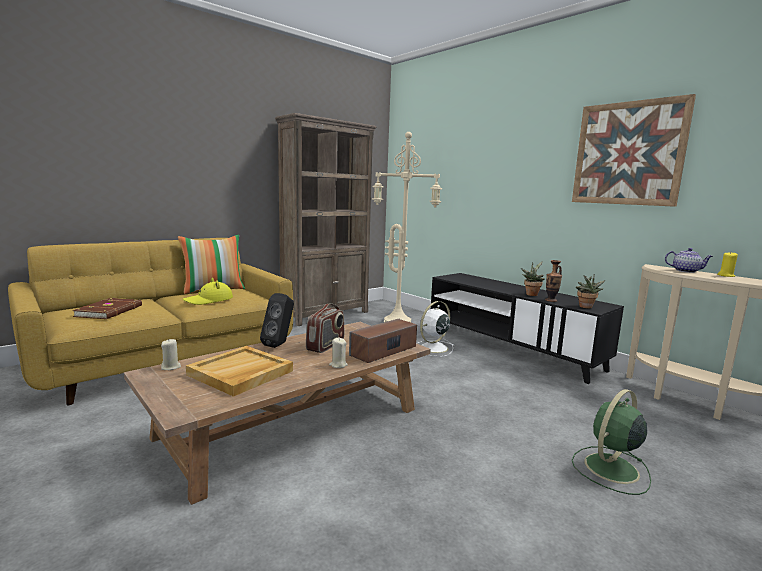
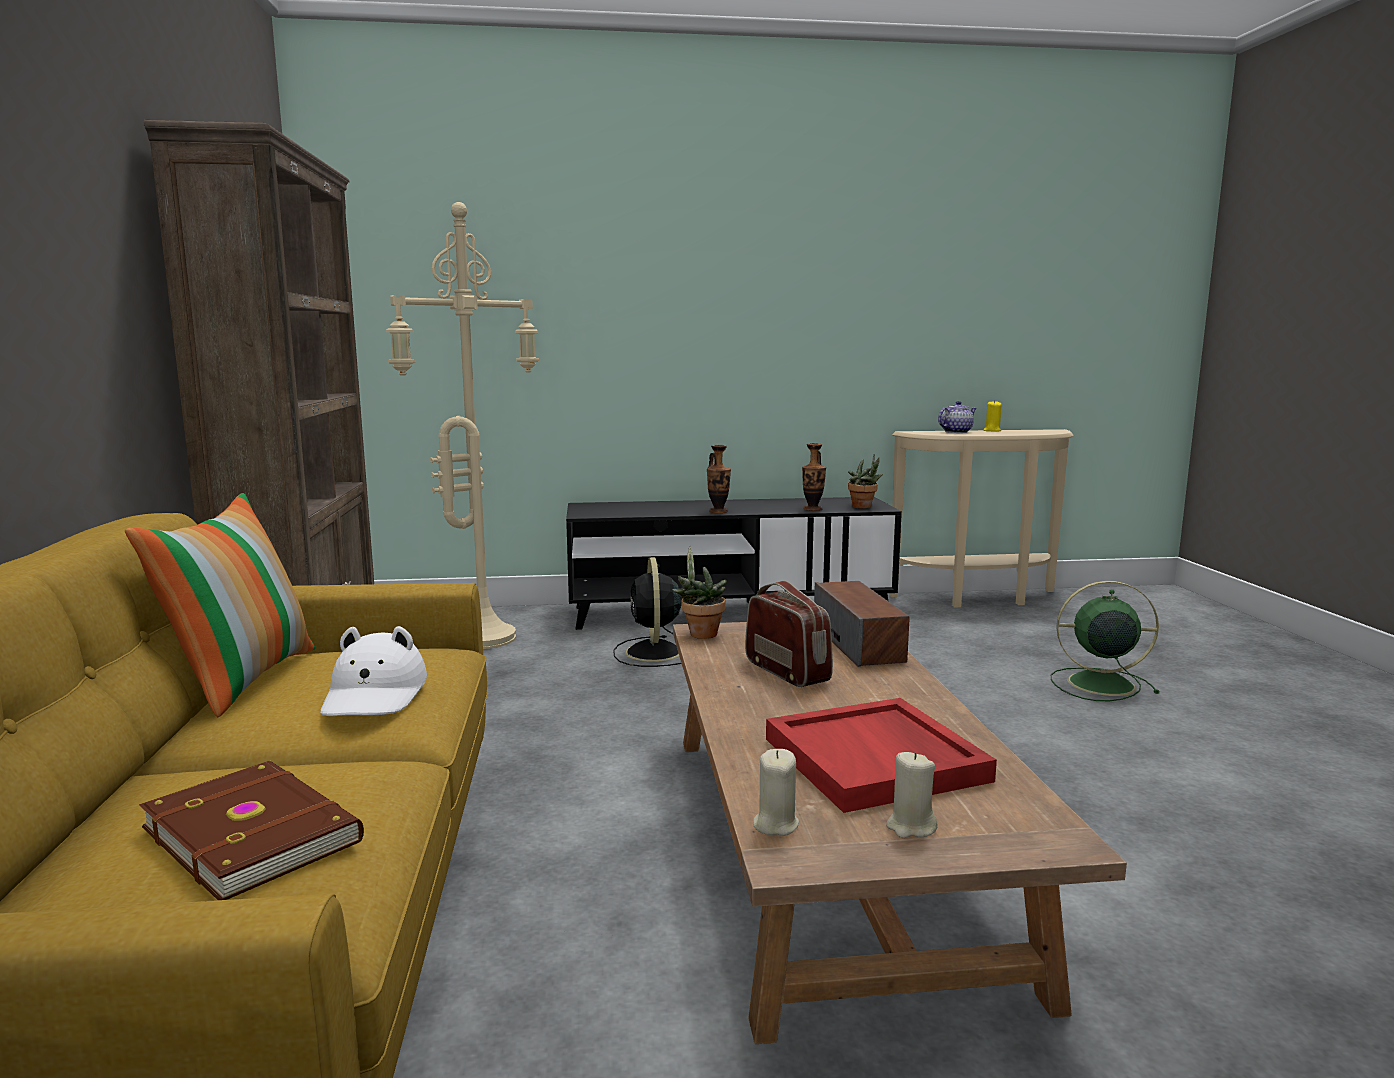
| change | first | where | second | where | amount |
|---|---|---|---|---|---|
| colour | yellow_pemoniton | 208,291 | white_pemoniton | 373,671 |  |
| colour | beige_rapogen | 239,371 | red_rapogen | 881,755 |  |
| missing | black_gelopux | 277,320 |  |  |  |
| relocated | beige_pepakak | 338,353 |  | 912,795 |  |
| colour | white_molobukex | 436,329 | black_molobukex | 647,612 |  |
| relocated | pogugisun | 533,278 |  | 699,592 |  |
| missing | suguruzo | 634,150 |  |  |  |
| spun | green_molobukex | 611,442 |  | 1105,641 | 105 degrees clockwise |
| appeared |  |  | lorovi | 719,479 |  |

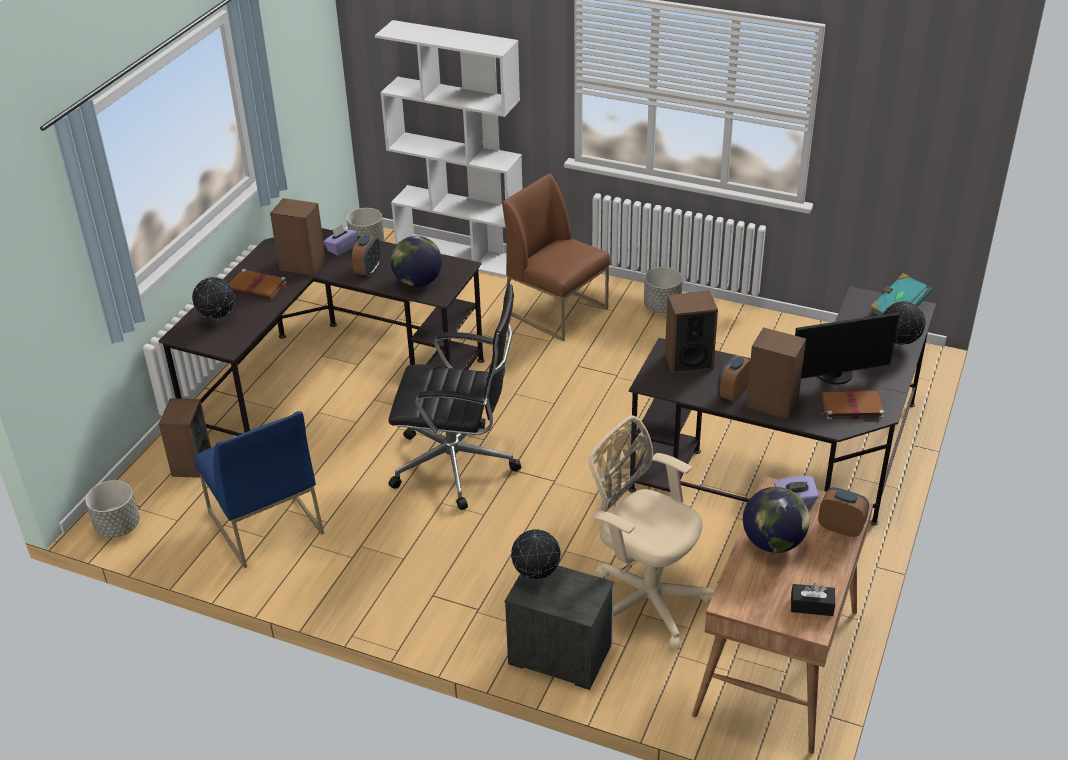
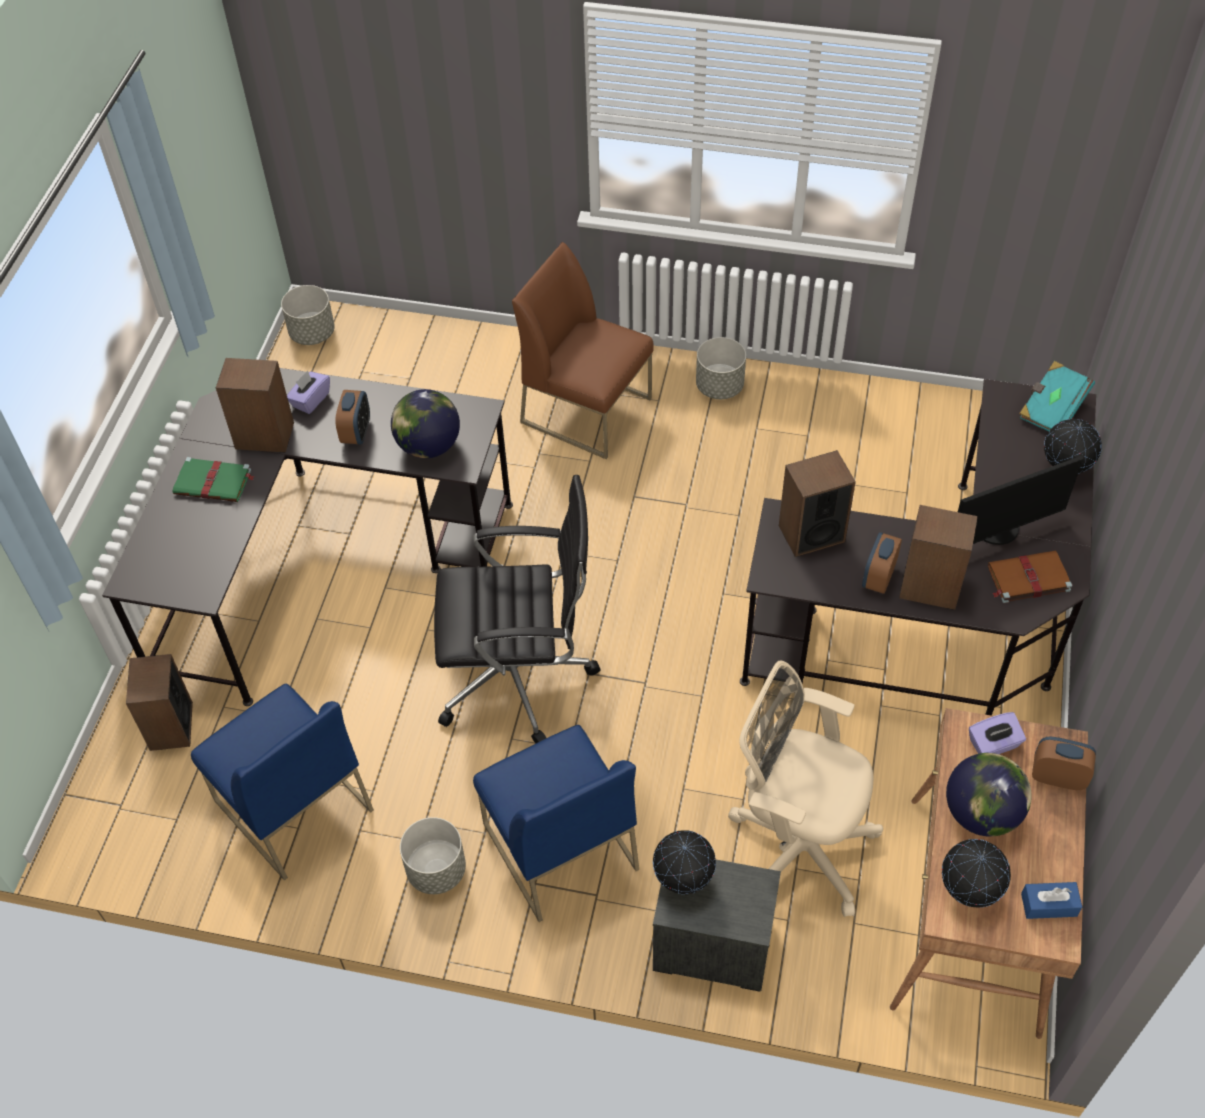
| change | first | where | second | where | amount |
|---|---|---|---|---|---|
| relocated | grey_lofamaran | 113,509 |  | 433,855 |  |
| relocated | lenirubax | 213,298 |  | 976,873 |  |
| colour | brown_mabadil | 258,284 | green_mabadil | 213,479 |  |
| missing | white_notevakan | 449,148 |  |  |  |
| colour | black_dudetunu | 813,599 | blue_dudetunu | 1051,900 |  |
| appeared |  |  | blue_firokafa | 556,823 |  |

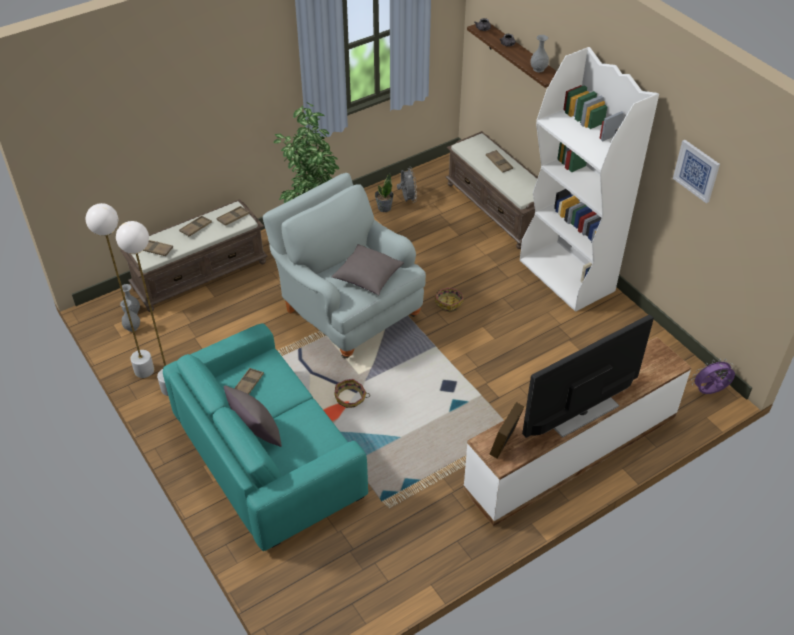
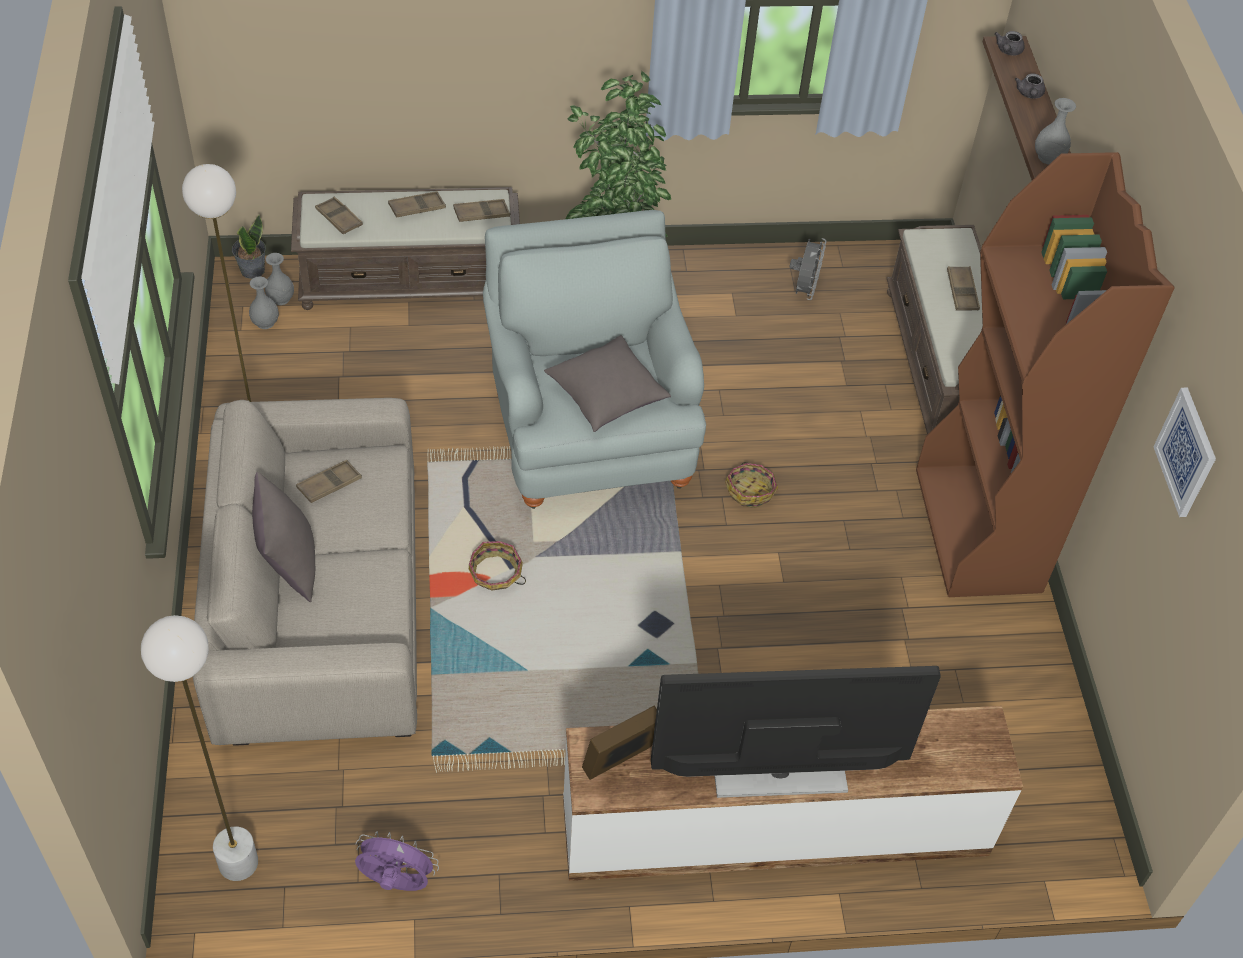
| change | first | where | second | where | amount |
|---|---|---|---|---|---|
| relocated | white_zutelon | 119,290 |  | 199,748 |  |
| colour | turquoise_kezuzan | 265,437 | beige_kezuzan | 305,572 |  |
| relocated | pogugisun | 384,192 |  | 249,246 |  |
| colour | white_notevakan | 589,179 | brown_notevakan | 1045,374 |  |
| relocated | purple_molobukex | 713,376 |  | 397,861 |  |

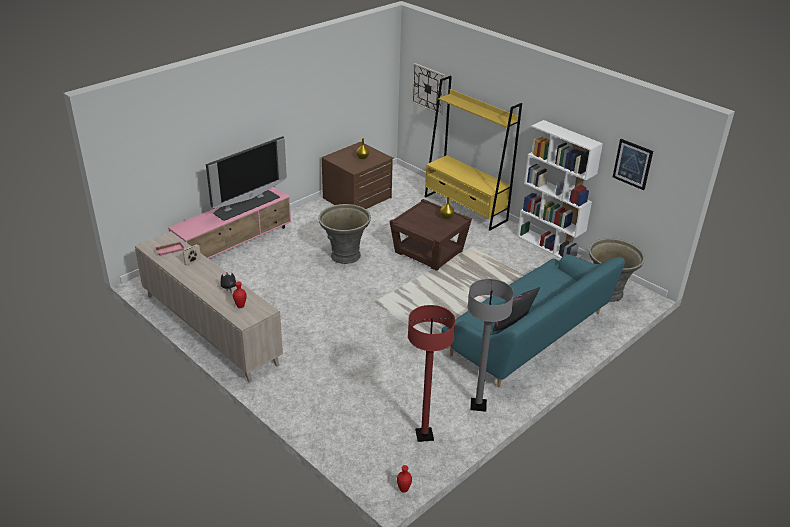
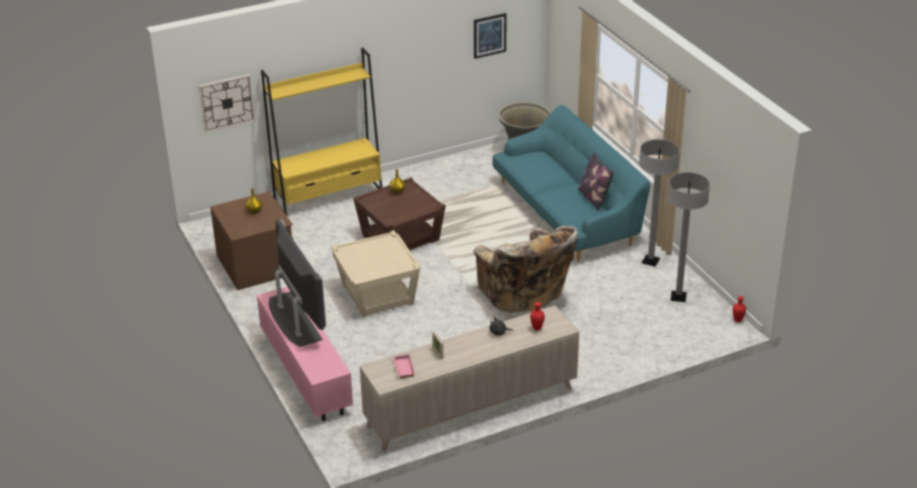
| change | first | where | second | where | amount |
|---|---|---|---|---|---|
| exchanged | grey_lofamaran | 344,234 | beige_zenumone | 375,274 |  |
| colour | red_zutelon | 432,373 | grey_zutelon | 689,237 |  |
| missing | white_notevakan | 560,189 |  |  |  |
| appeared |  |  | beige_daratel | 526,269 |  |

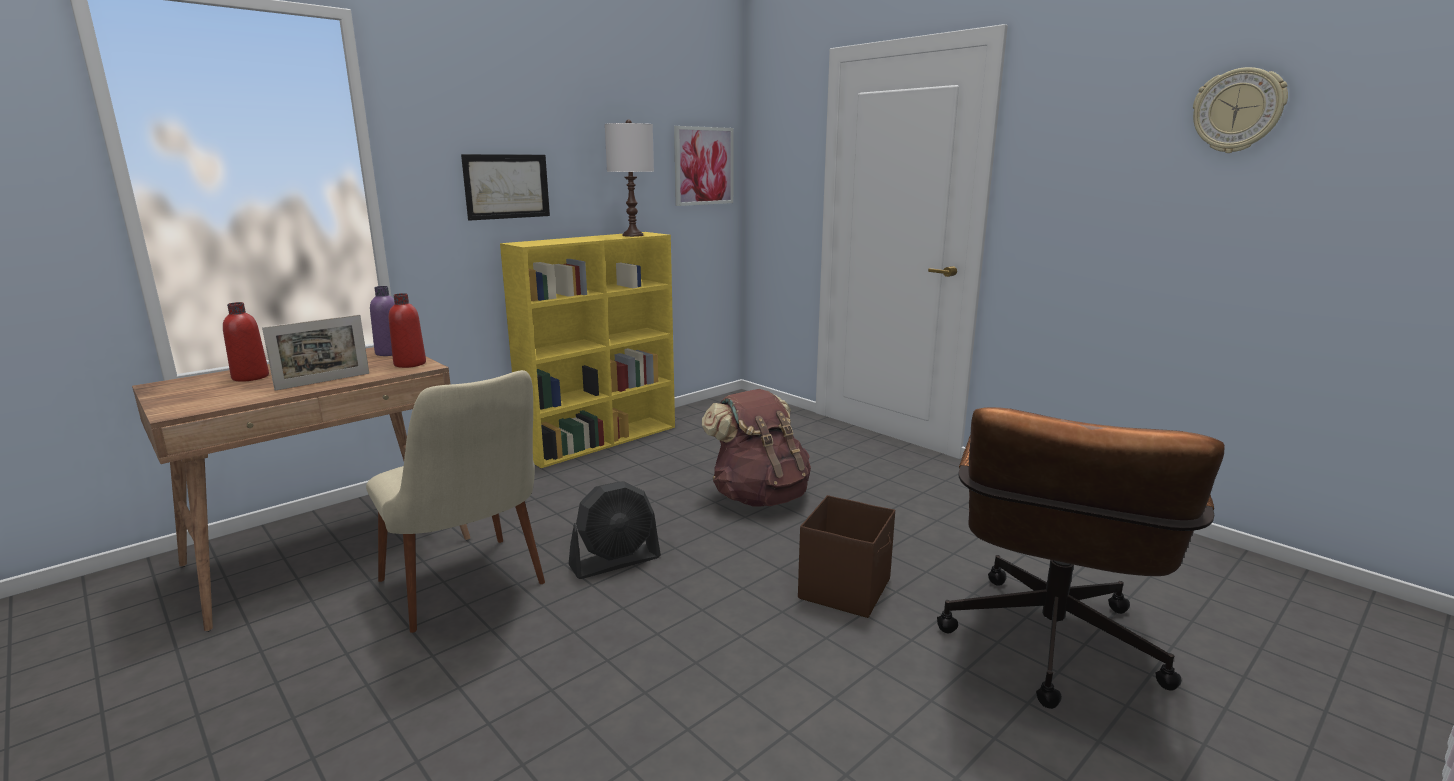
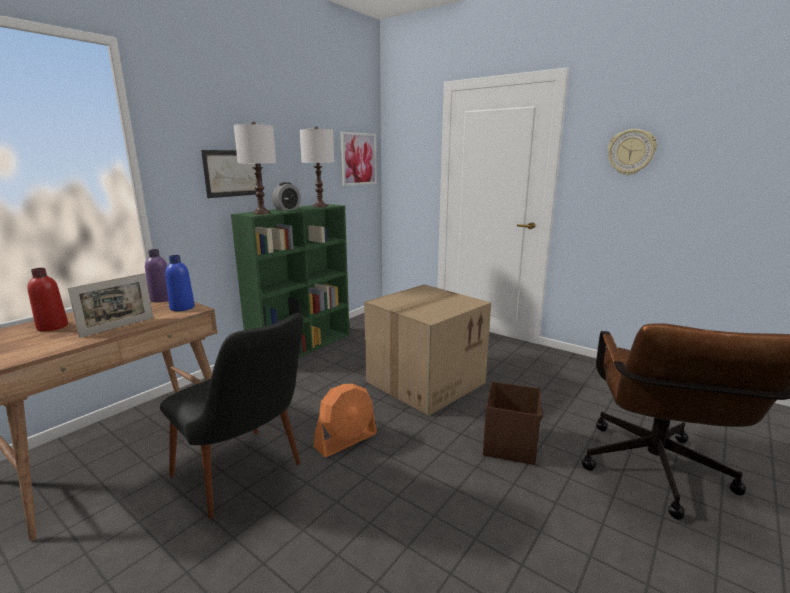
| change | first | where | second | where | amount |
|---|---|---|---|---|---|
| colour | beige_firokafa | 455,501 | black_firokafa | 231,416 |  |
| colour | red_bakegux | 407,330 | blue_bakegux | 180,283 |  |
| colour | yellow_notevakan | 587,350 | green_notevakan | 290,281 |  |
| colour | black_molobukex | 615,530 | orange_molobukex | 345,420 |  |
| exchanged | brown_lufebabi | 756,448 | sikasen | 427,350 |  |
| relocated | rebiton | 1240,110 |  | 632,152 |  |
| appeared |  |  | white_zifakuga | 255,168 |  |
| appeared |  |  | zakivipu | 286,196 |  |

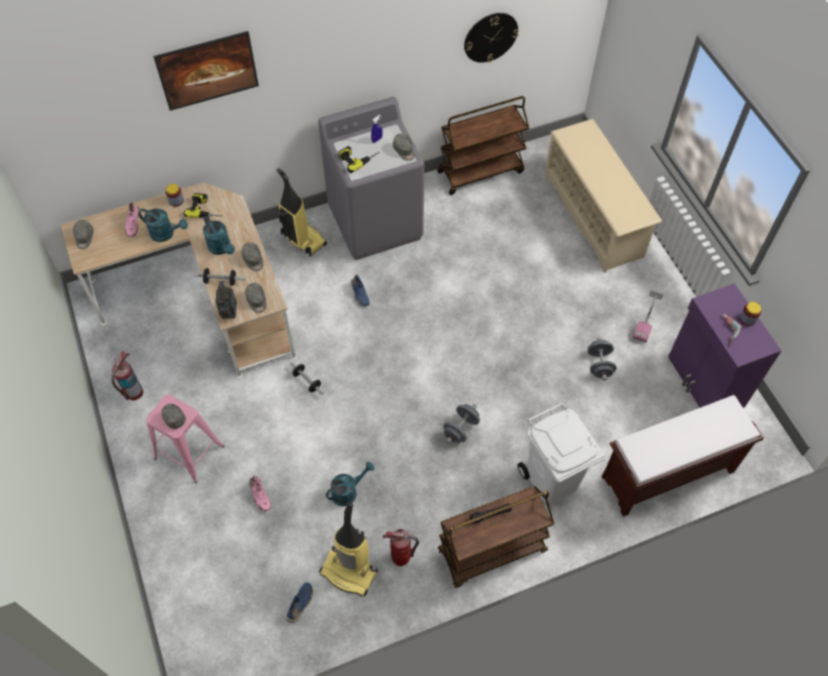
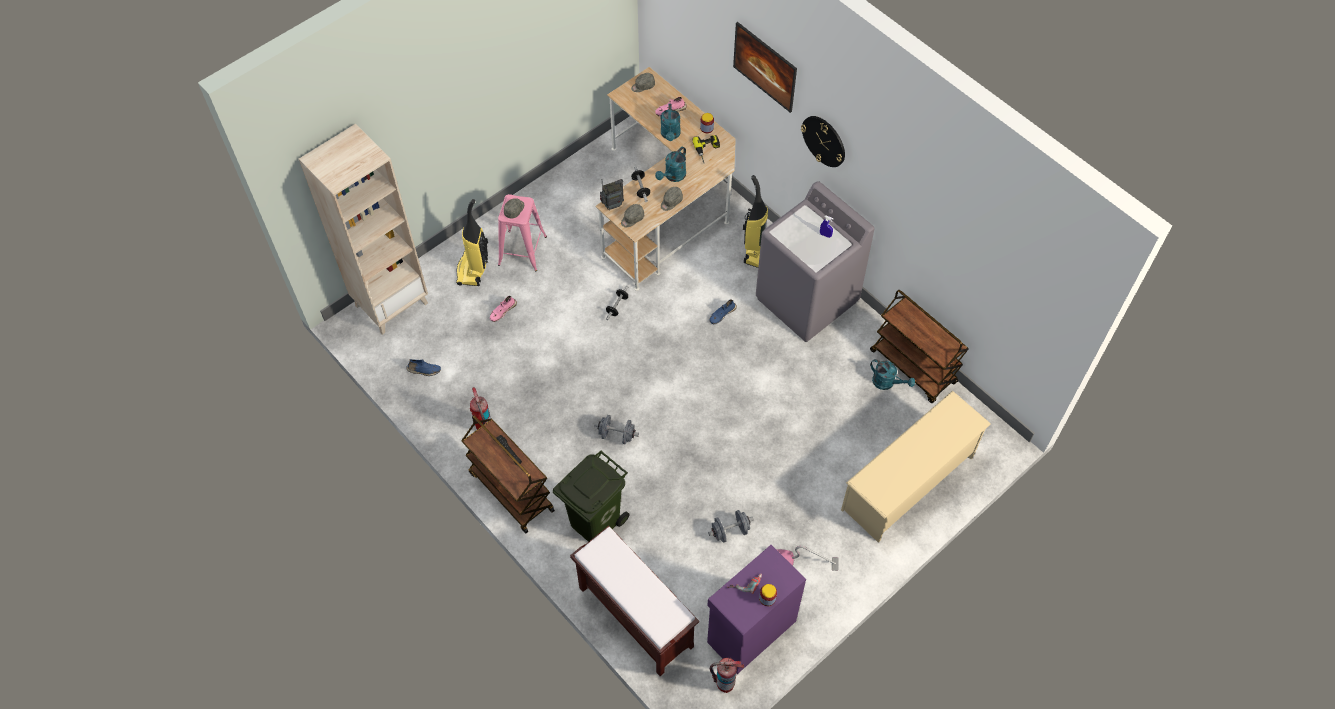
| change | first | where | second | where | amount |
|---|---|---|---|---|---|
| relocated | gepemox | 127,375 |  | 727,675 |  |
| relocated | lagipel | 348,549 |  | 472,242 |  |
| relocated | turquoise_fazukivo | 350,484 |  | 892,374 |  |
| missing | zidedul | 359,159 |  |  |  |
| missing | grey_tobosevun | 404,147 |  |  |  |
| relocated | rebiton | 491,38 |  | 823,141 |  |
| colour | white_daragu | 561,453 | green_daragu | 591,496 |  |
| appeared |  |  | beige_notevakan | 363,229 |  |

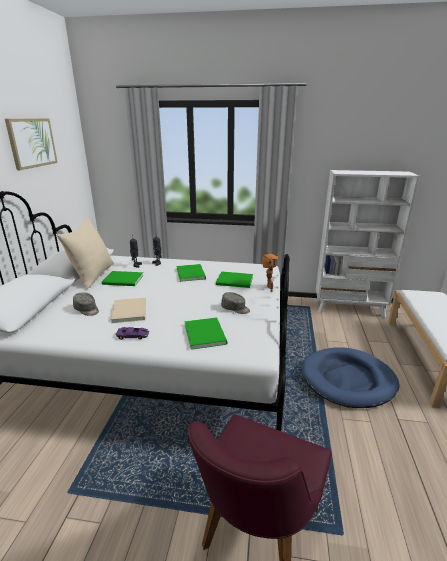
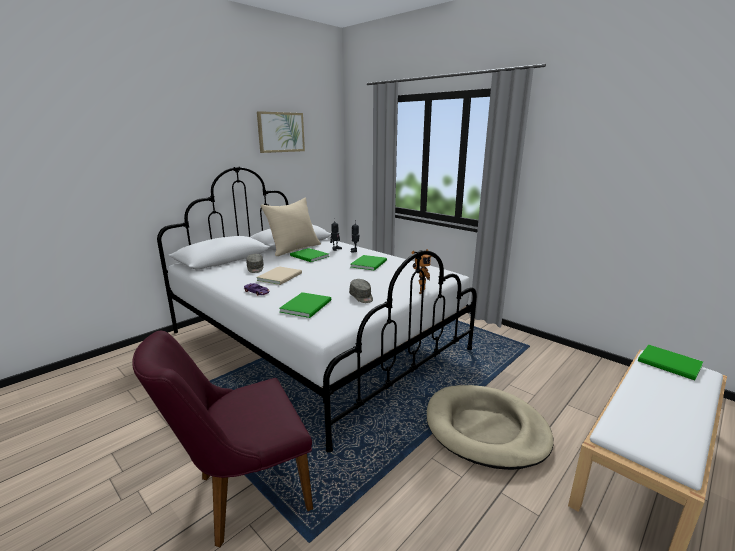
| change | first | where | second | where | amount |
|---|---|---|---|---|---|
| relocated | green_mabadil | 234,279 |  | 670,362 |  |
| colour | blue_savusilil | 351,377 | beige_savusilil | 490,427 |  |
| missing | white_notevakan | 368,244 |  |  |  |

